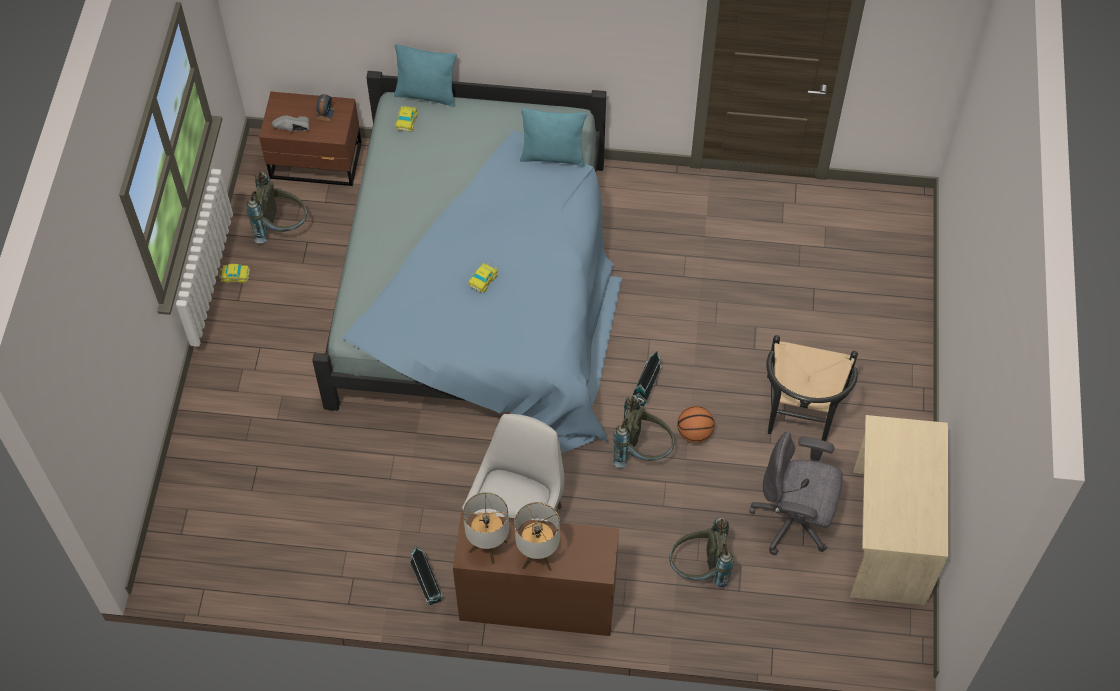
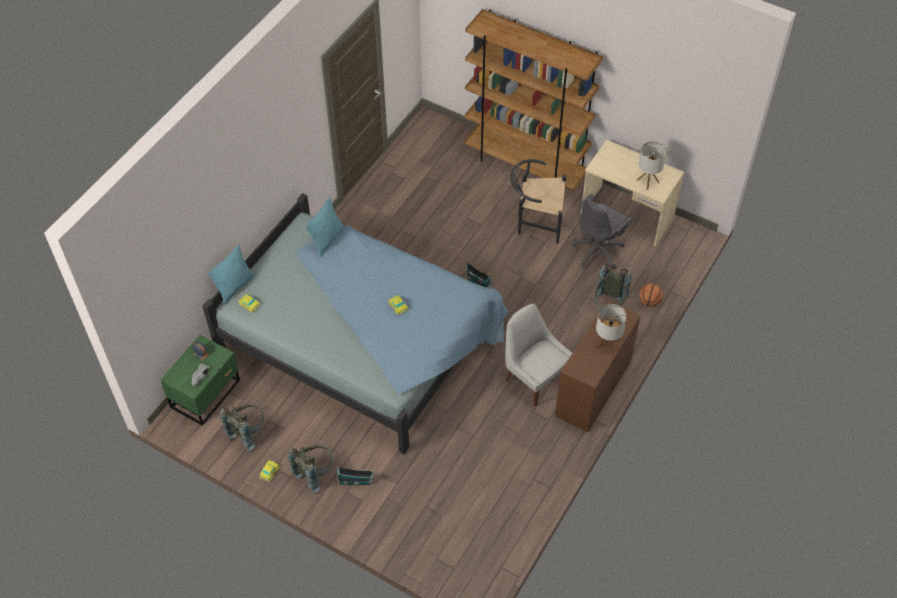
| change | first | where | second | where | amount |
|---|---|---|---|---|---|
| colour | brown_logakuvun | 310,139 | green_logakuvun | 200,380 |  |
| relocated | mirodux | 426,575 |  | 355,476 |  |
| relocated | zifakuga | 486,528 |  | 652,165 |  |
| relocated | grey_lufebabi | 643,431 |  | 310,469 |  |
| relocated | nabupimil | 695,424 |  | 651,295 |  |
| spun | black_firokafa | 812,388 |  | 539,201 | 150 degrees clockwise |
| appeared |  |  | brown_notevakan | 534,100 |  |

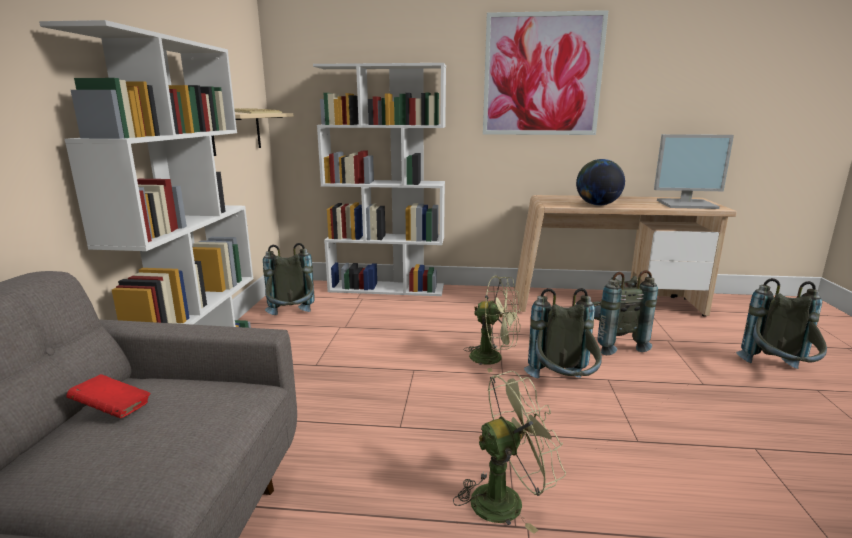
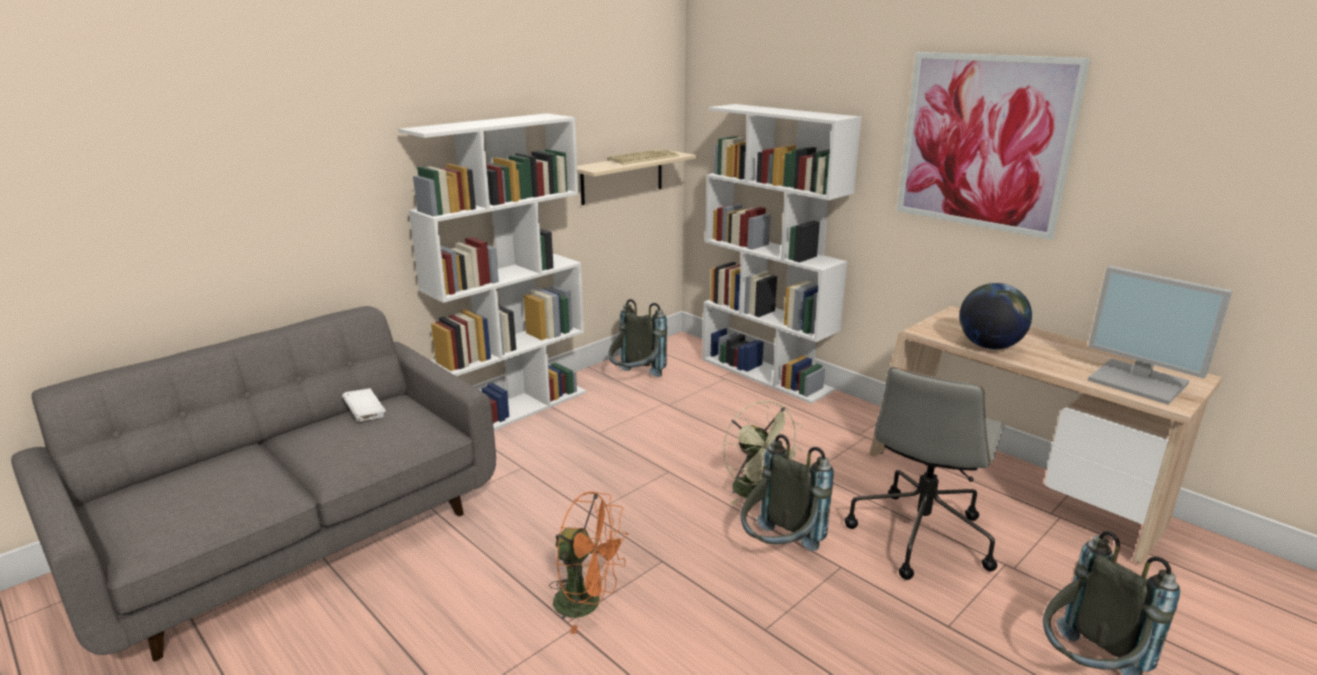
| change | first | where | second | where | amount |
|---|---|---|---|---|---|
| colour | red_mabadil | 108,396 | white_mabadil | 364,404 |  |
| colour | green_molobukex | 509,452 | orange_molobukex | 588,562 |  |
| exchanged | grey_lufebabi | 625,313 | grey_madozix | 925,473 |  |

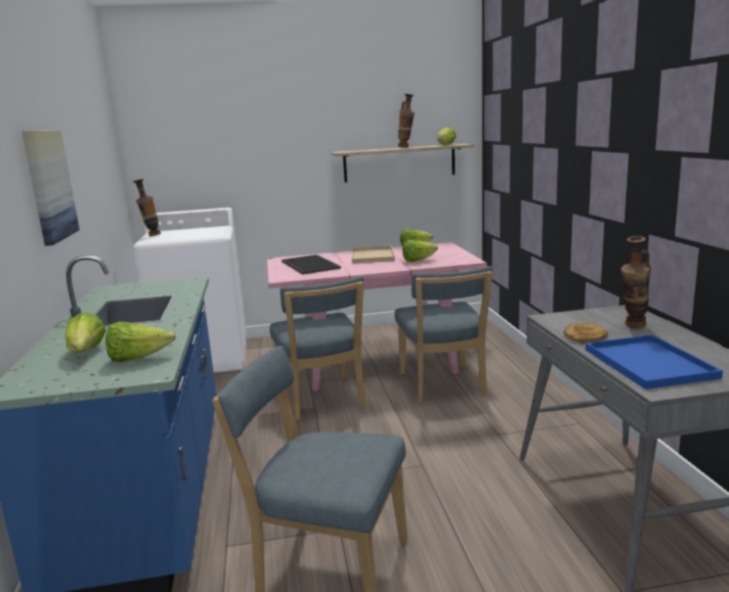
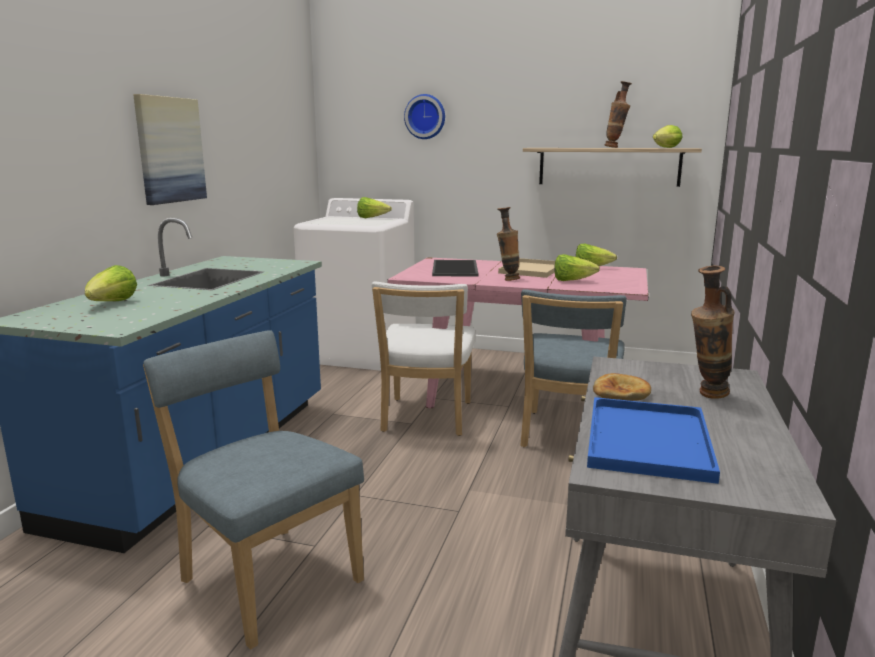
| change | first | where | second | where | amount |
|---|---|---|---|---|---|
| relocated | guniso | 141,342 |  | 374,207 |  |
| relocated | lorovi | 147,208 |  | 508,244 |  |
| colour | blue_firokafa | 318,349 | white_firokafa | 423,359 |  |
| appeared |  |  | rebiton | 424,116 |  |

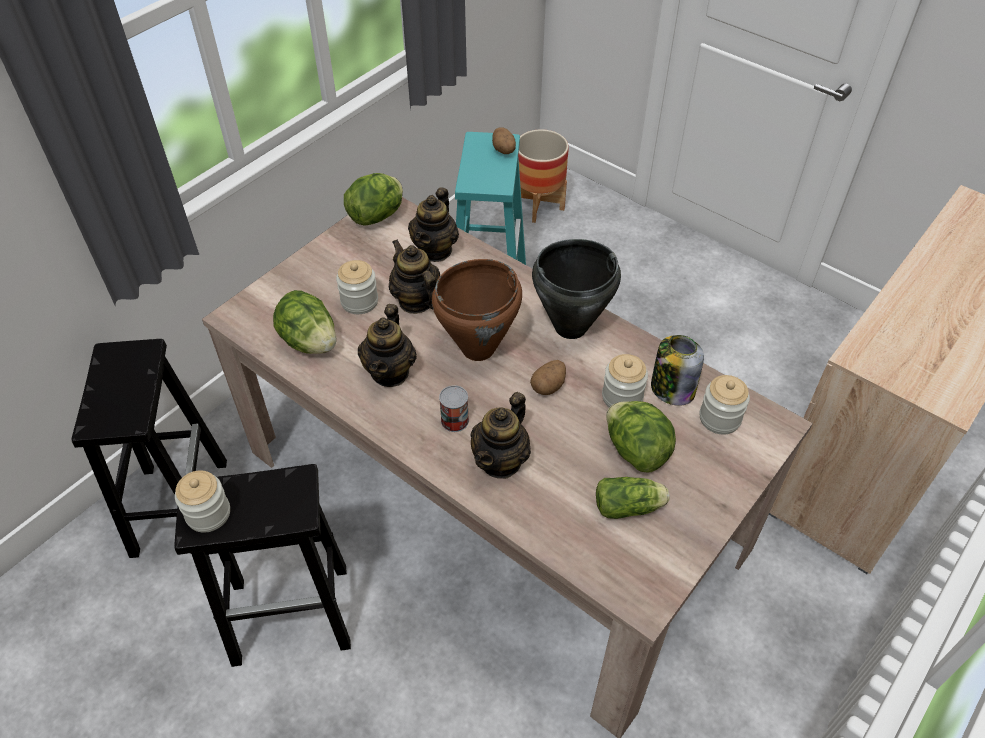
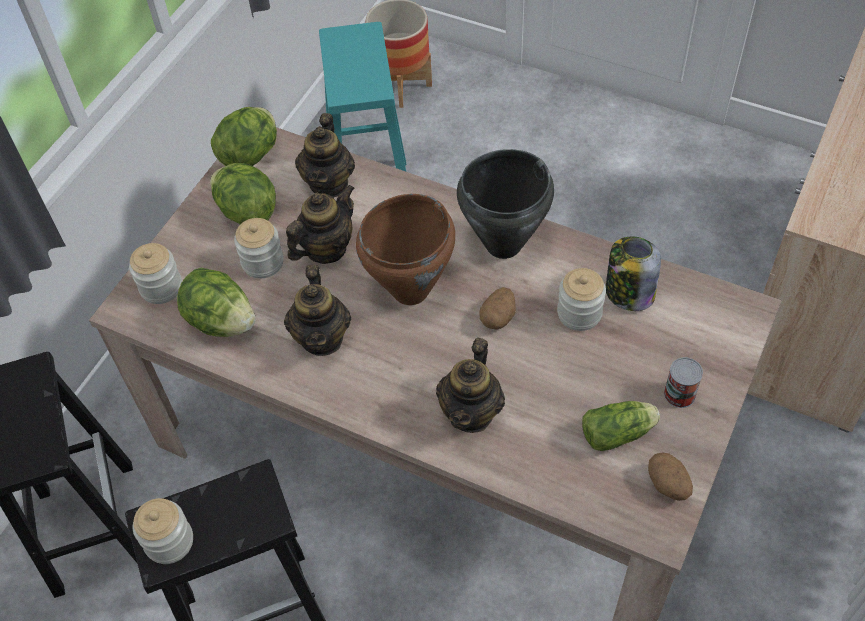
| change | first | where | second | where | amount |
|---|---|---|---|---|---|
| spun | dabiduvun | 414,276 |  | 320,224 | 90 degrees clockwise |
| relocated | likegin | 454,408 |  | 683,382 |  |
| relocated | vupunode | 504,140 |  | 670,476 |  |
| relocated | guniso | 641,437 |  | 243,193 |  |
| relocated | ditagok | 725,404 |  | 155,273 |  |

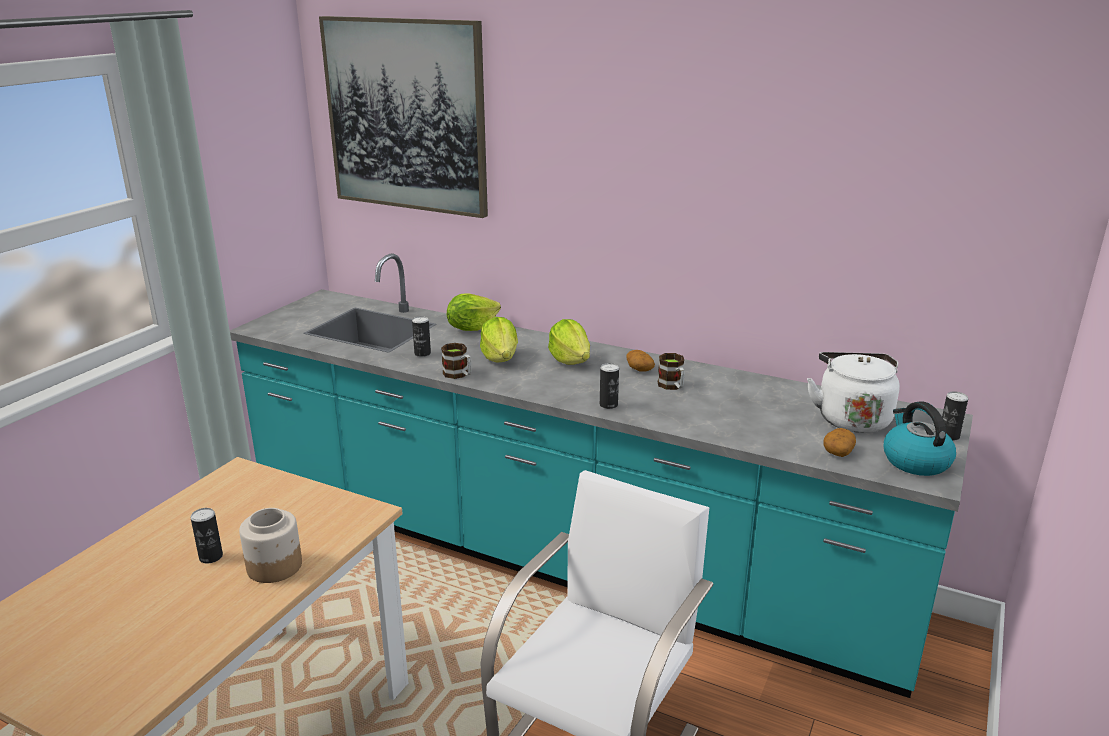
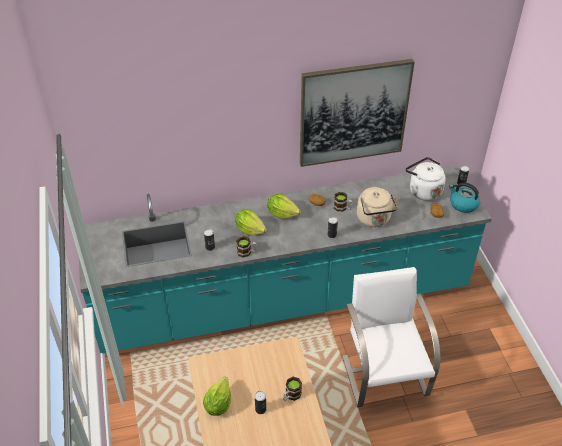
| change | first | where | second | where | amount |
|---|---|---|---|---|---|
| exchanged | ditagok | 270,545 | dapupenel | 292,389 |  |
| relocated | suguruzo | 403,117 |  | 357,113 |  |
| relocated | guniso | 474,312 |  | 217,396 |  |
| appeared |  |  | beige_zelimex | 378,207 |  |

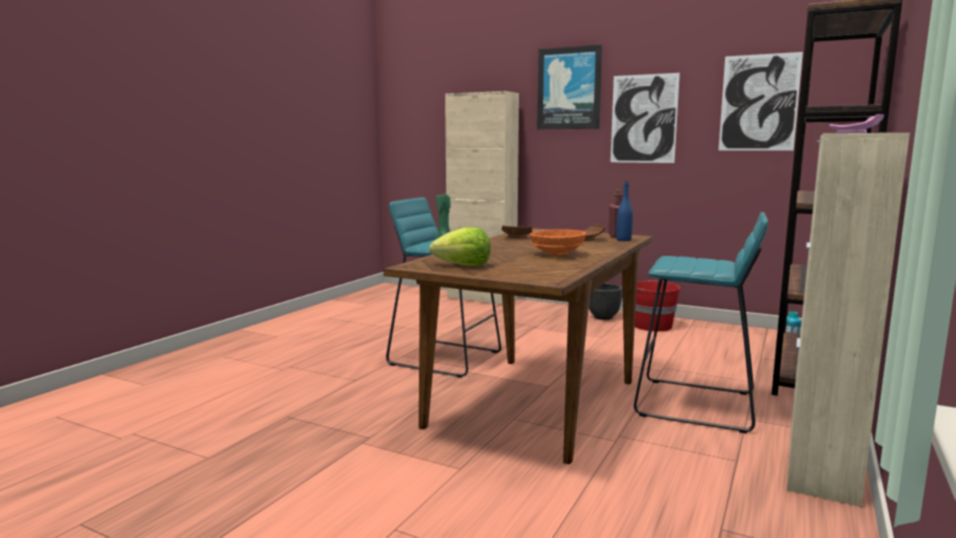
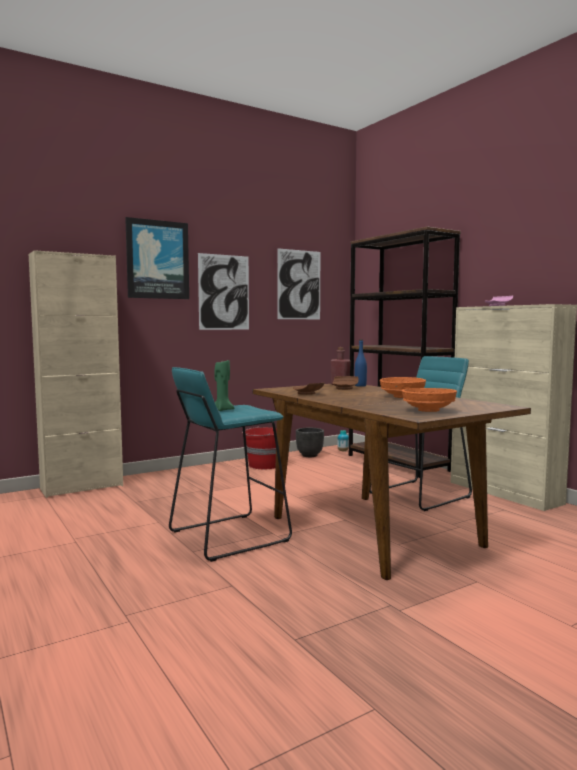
| change | first | where | second | where | amount |
|---|---|---|---|---|---|
| exchanged | guniso | 460,246 | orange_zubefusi | 429,400 |  |
| relocated | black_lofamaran | 605,301 |  | 310,442 |  |

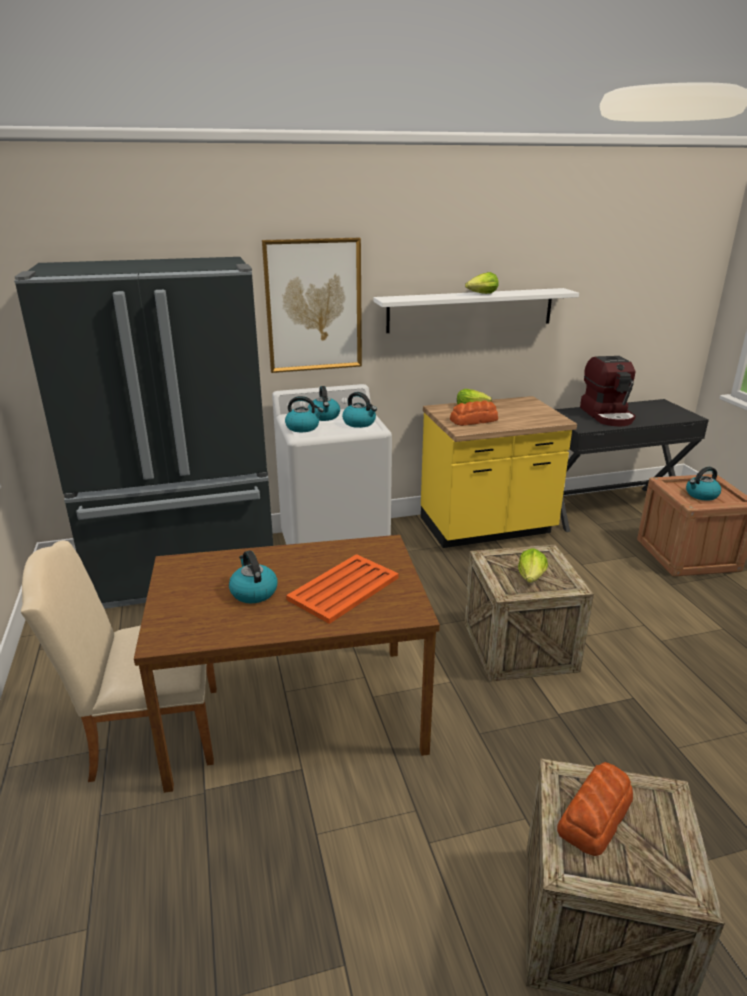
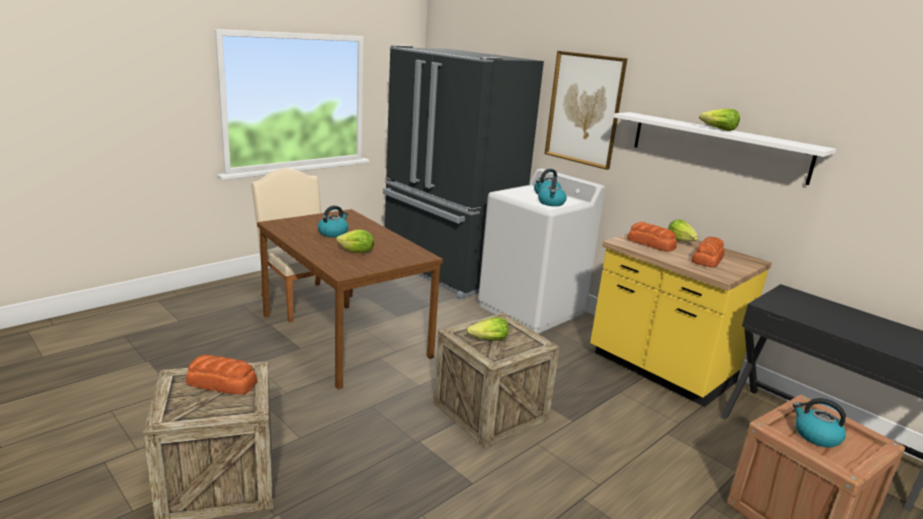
| change | first | where | second | where | amount |
|---|---|---|---|---|---|
| missing | zelimex | 304,414 |  |  |  |
| exchanged | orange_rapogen | 342,589 | guniso | 355,241 |  |
| missing | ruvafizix | 608,391 |  |  |  |
| appeared |  |  | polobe | 708,252 |  |

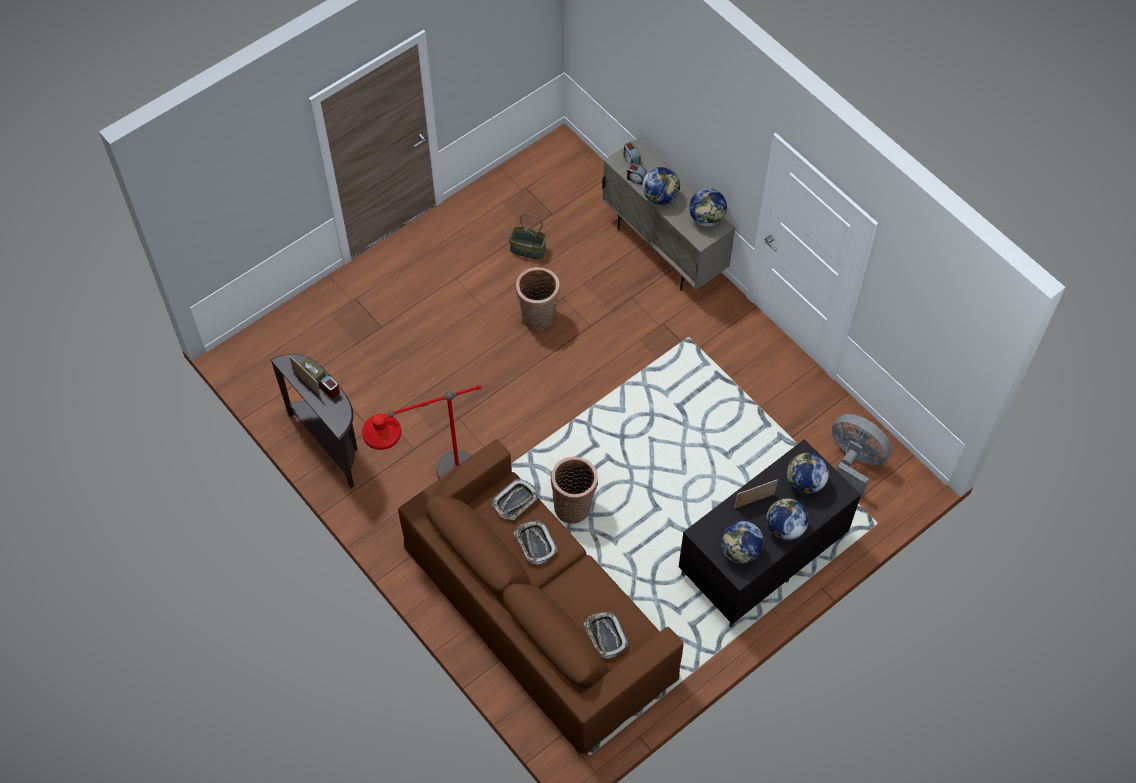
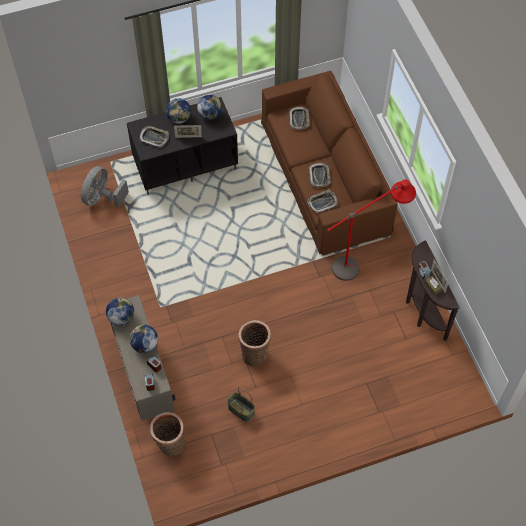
| change | first | where | second | where | amount |
|---|---|---|---|---|---|
| relocated | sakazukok | 574,490 |  | 167,434 |  |
| exchanged | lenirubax | 808,473 | rapogen | 154,136 |  |
| spun | grey_molobukex | 862,456 |  | 105,186 | 60 degrees clockwise |

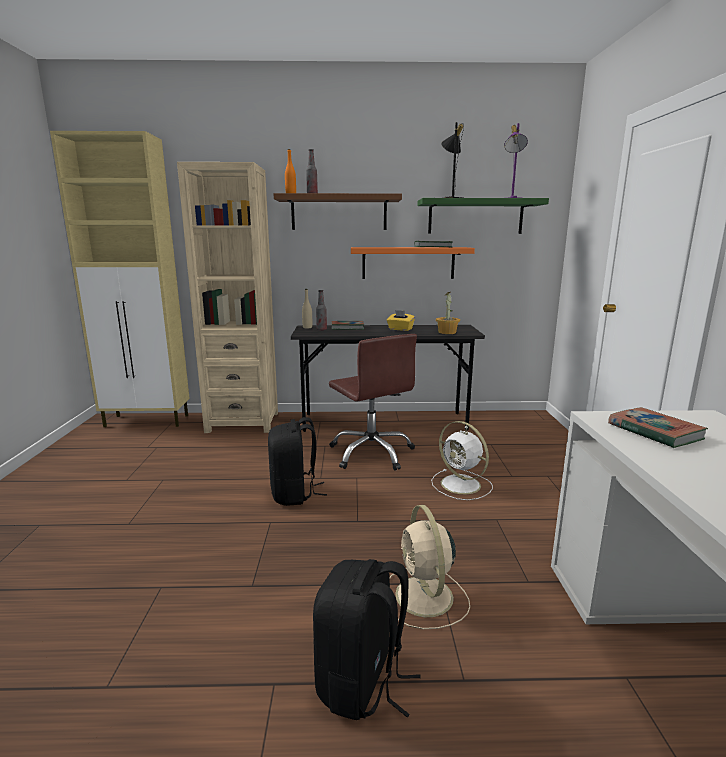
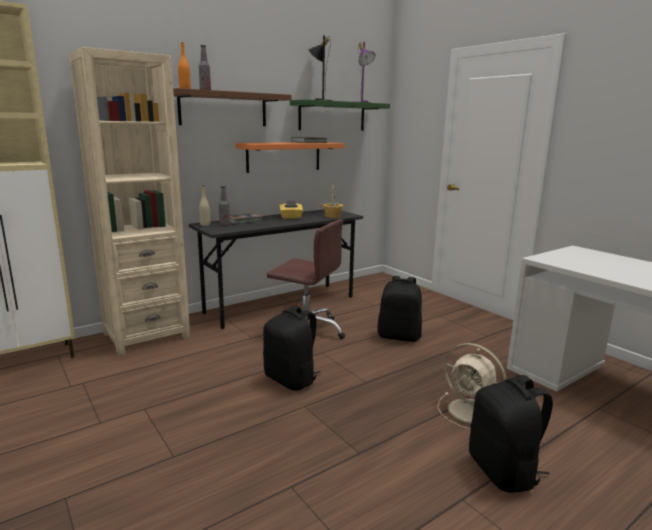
| change | first | where | second | where | amount |
|---|---|---|---|---|---|
| exchanged | white_molobukex | 462,460 | black_lufebabi | 399,309 |  |
| missing | mabadil | 658,427 |  |  |  |

